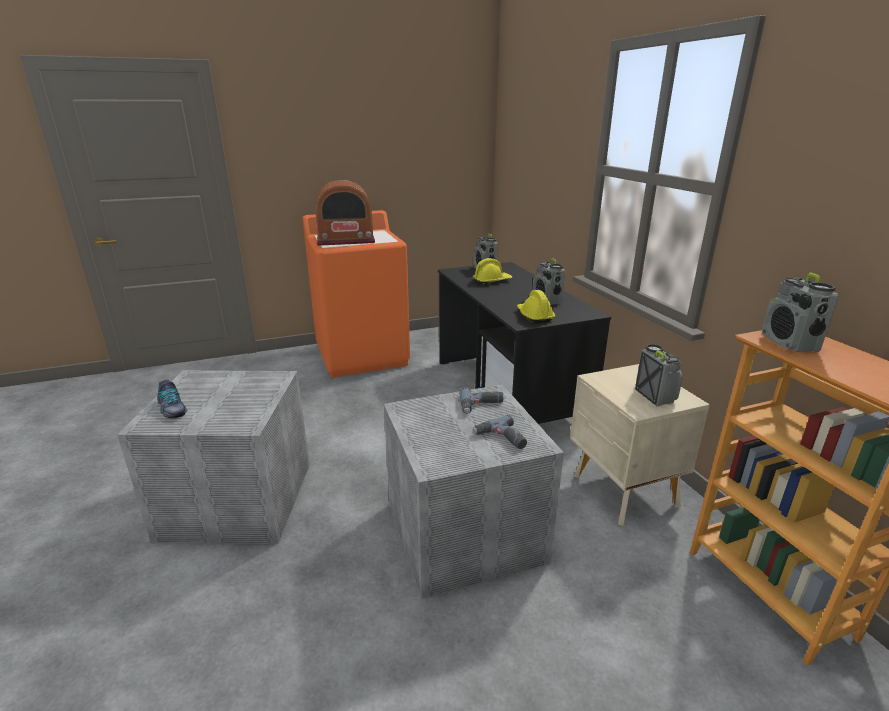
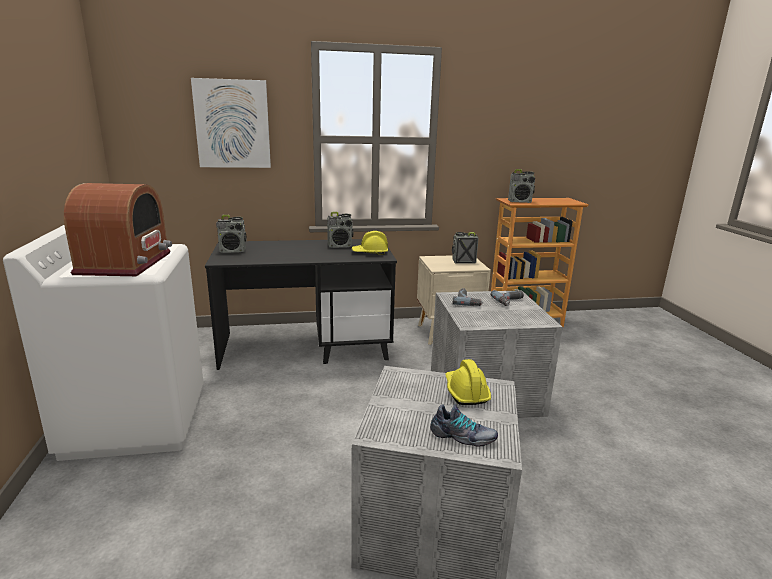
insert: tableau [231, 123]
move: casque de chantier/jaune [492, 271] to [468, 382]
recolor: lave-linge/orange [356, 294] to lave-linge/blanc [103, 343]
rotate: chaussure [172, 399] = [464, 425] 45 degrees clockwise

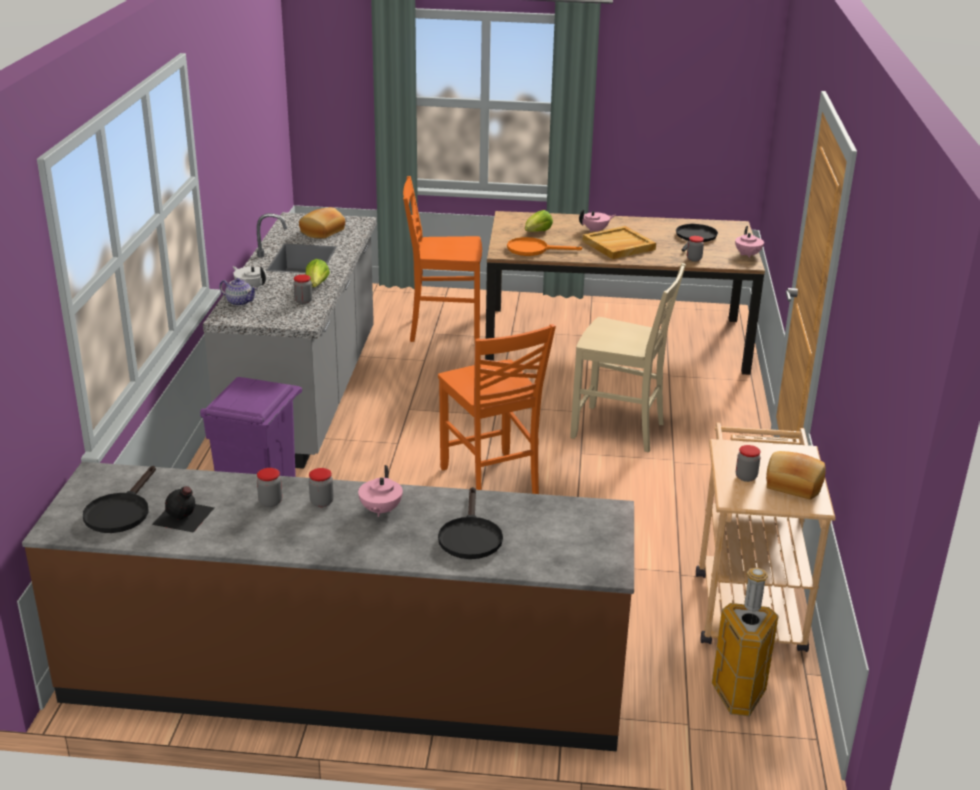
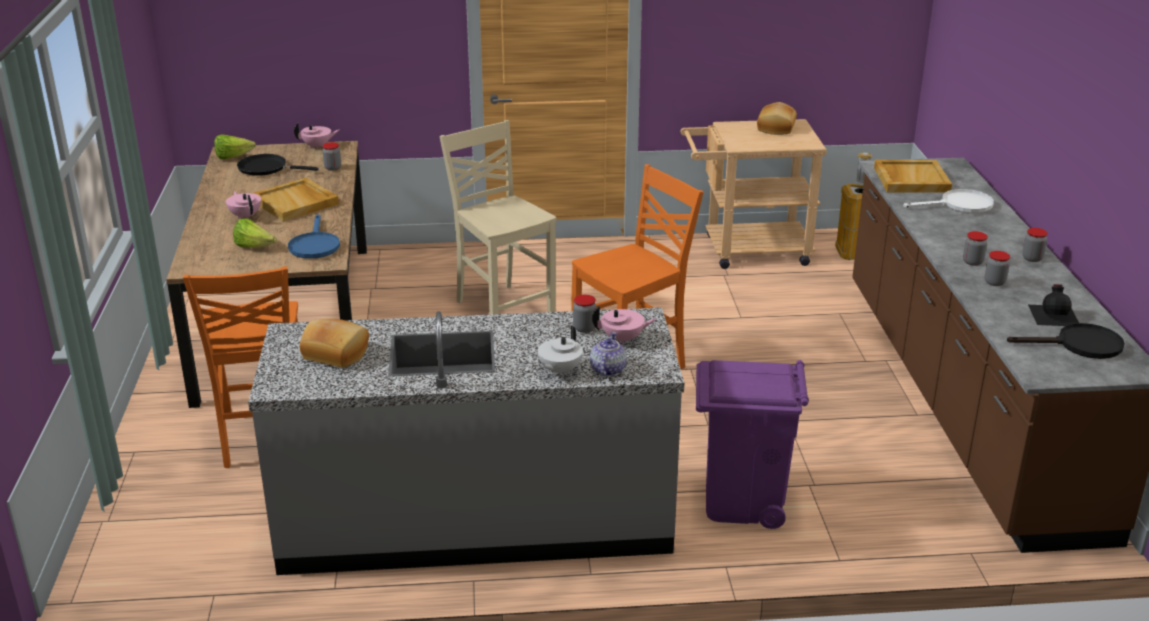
insert: plateau/beige [913, 176]
move: laitue [318, 273] to [235, 146]; théière/rose [380, 491] to [624, 325]; bocal [748, 463] to [1035, 245]
recolor: poêle/noir [470, 523] to poêle/blanc [948, 201]; poêle/orange [544, 246] to poêle/bleu [314, 236]
rotate: chaise/beige [628, 358] = [497, 217] 45 degrees counterclockwise

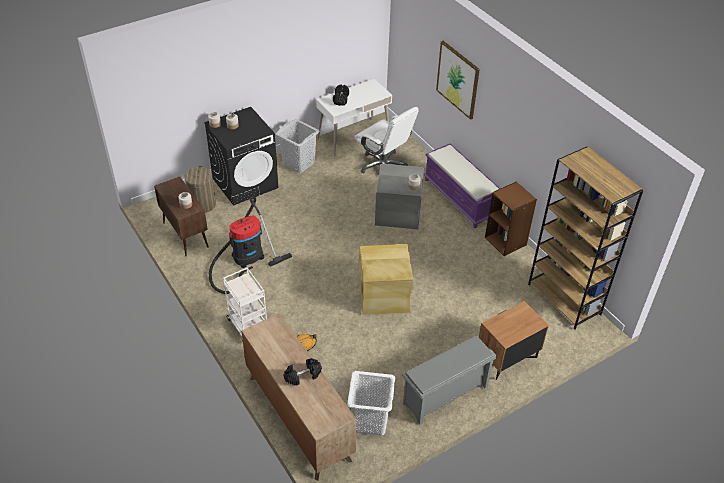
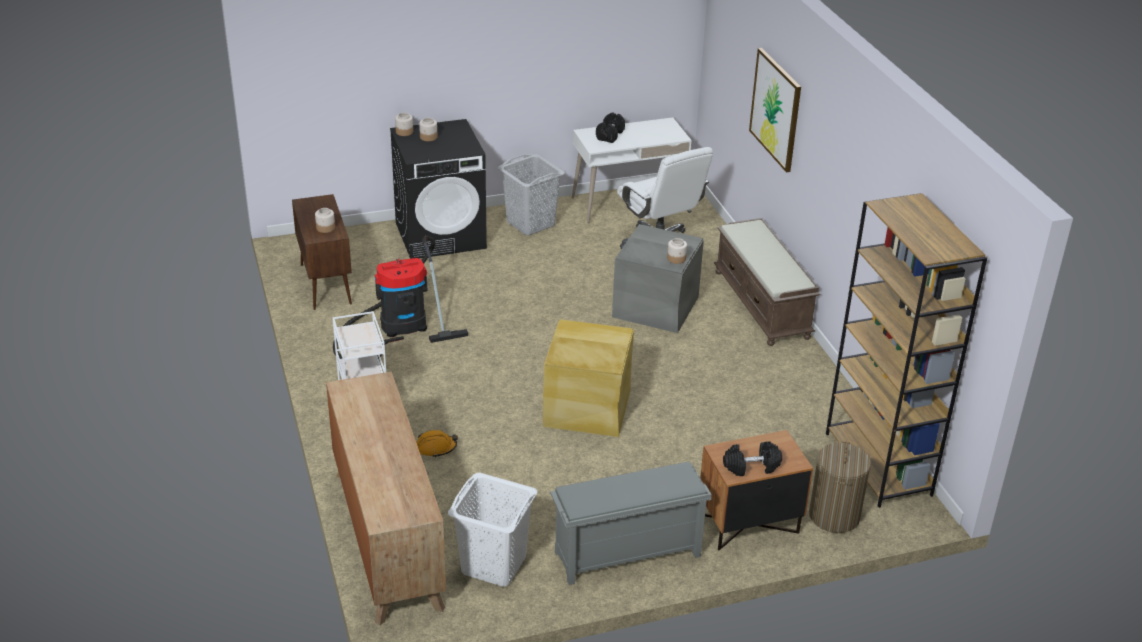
delete: bibliothèque/marron [511, 218]
move: panier à linge [200, 189] to [840, 487]; haltère/noir [303, 372] to [752, 458]
recolor: banc/violet [461, 186] to banc/marron [767, 282]

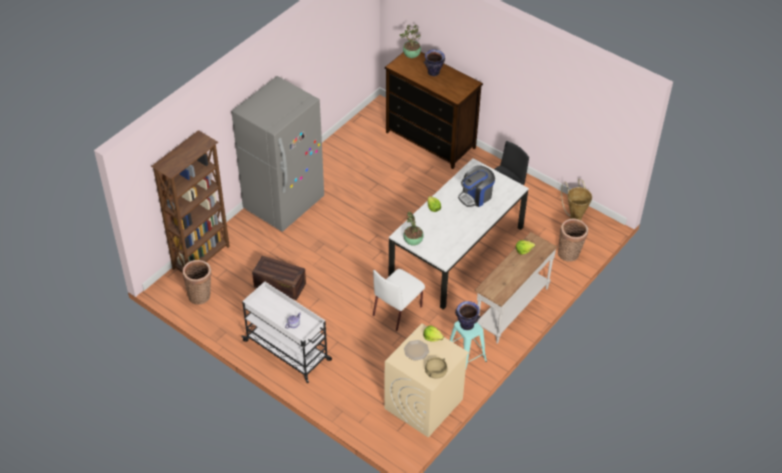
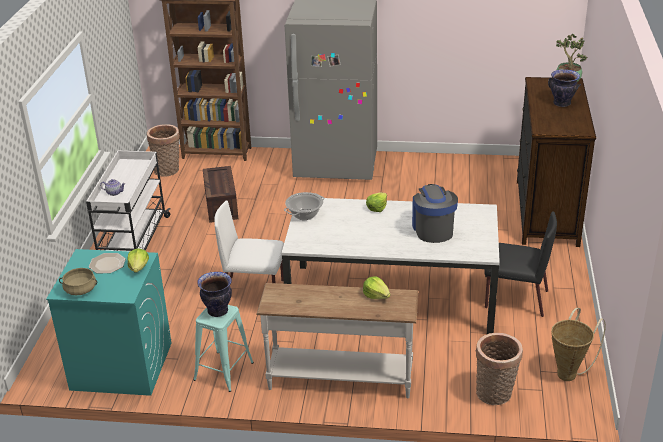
replace: plante en pot [413, 229] to marmite [304, 206]
recolor: lave-linge/beige [426, 380] to lave-linge/turquoise [109, 322]
rotate: machine à café [476, 186] = [435, 213] 60 degrees clockwise

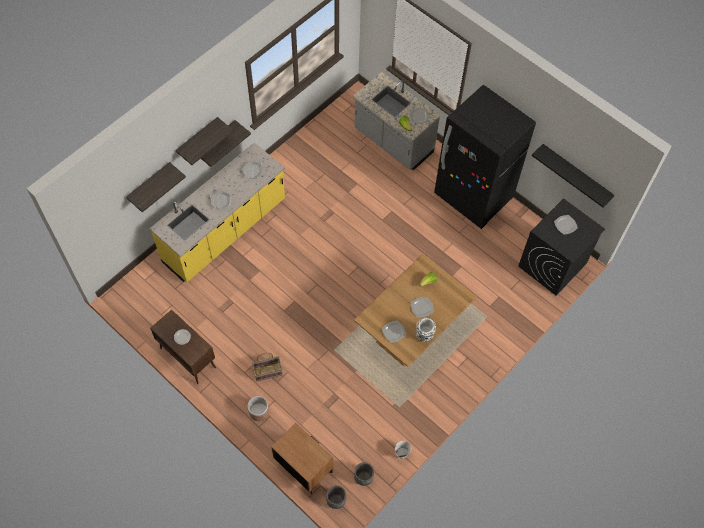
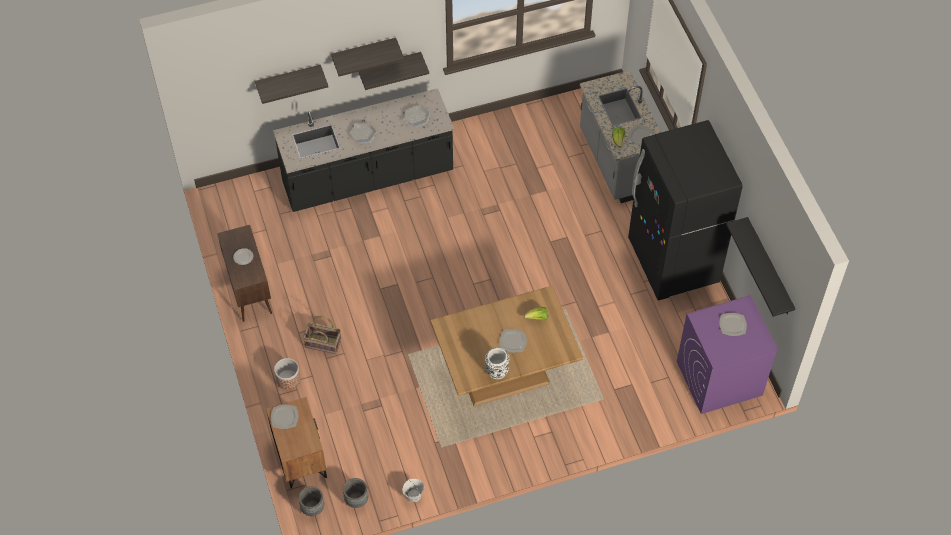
move: assiette [394, 332] to [284, 417]
recolor: comptoir de cuisine/jaune [217, 212] to comptoir de cuisine/noir [363, 150]; lave-linge/noir [561, 247] to lave-linge/violet [727, 354]

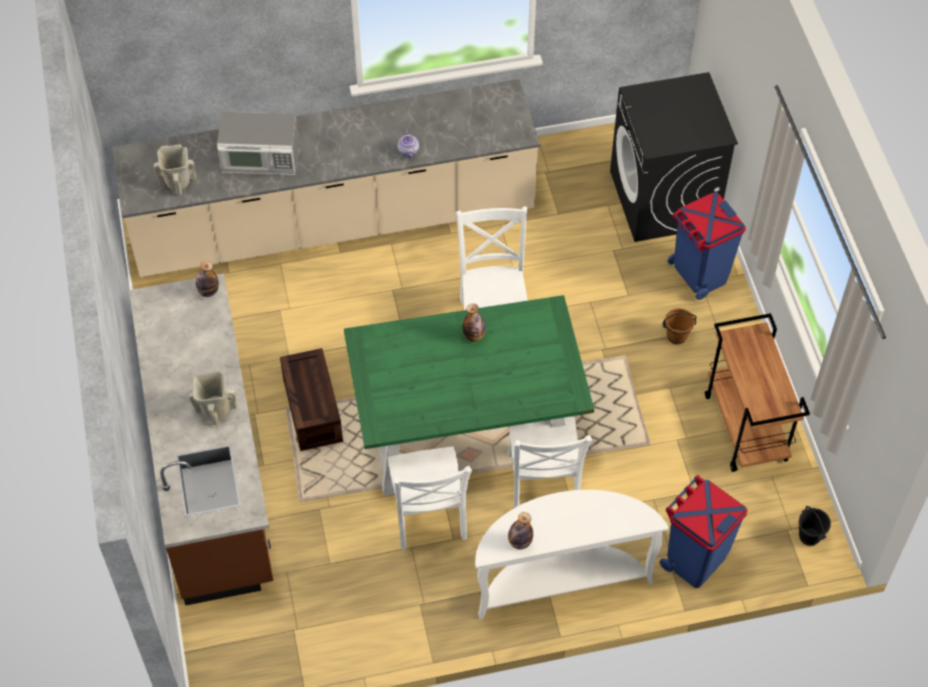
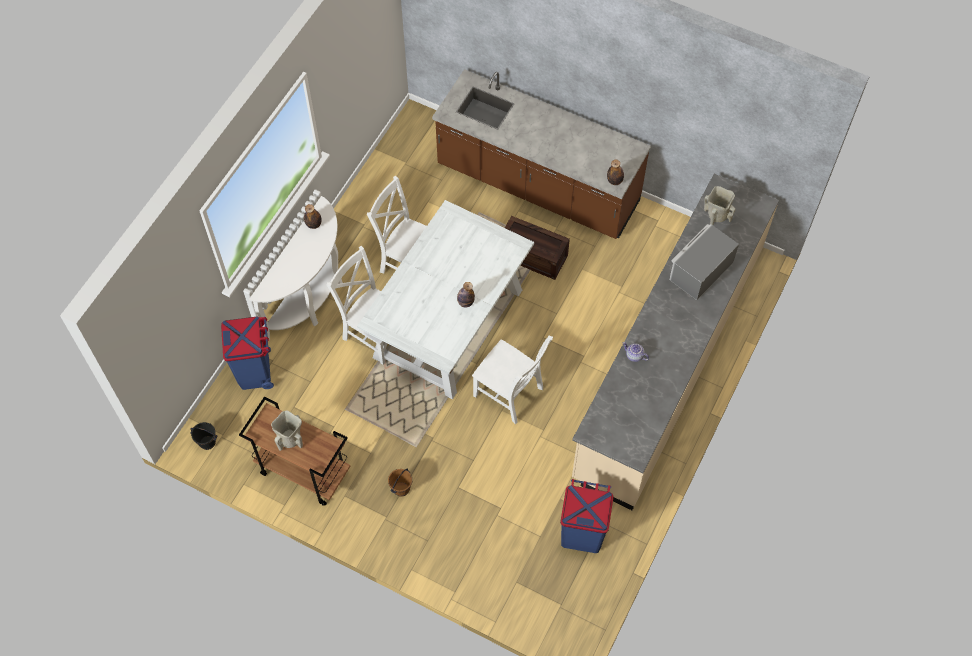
delete: lave-linge/noir [674, 157]
move: vase/beige [213, 398] to [287, 431]; poubelle/bleu [706, 246] to [587, 516]
recolor: table à manger/vert [469, 395] to table à manger/blanc [445, 299]

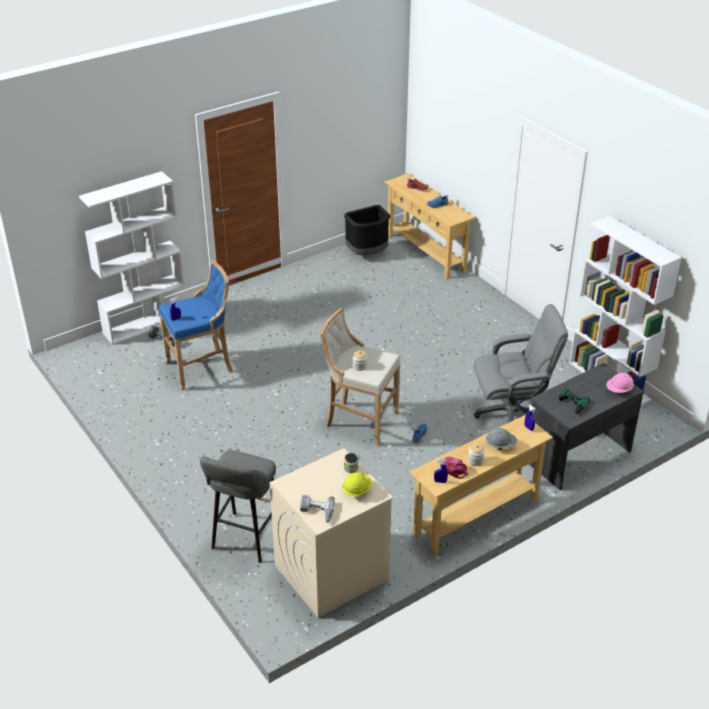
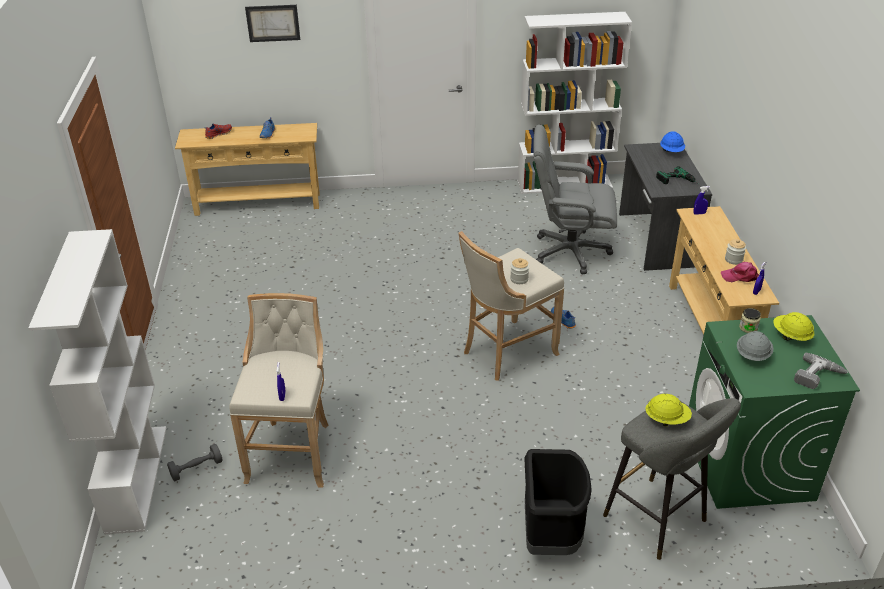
insert: tableau [272, 23]; casque de chantier/jaune [668, 410]
move: poubelle/noir [367, 230] to [558, 502]; casque de chantier/gris [501, 439] to [755, 346]
recolor: tabouret/bleu [196, 325] to tabouret/beige [279, 390]; lave-linge/beige [331, 533] to lave-linge/vert [774, 412]; casque de chantier/rose [620, 383] to casque de chantier/bleu [672, 141]
rotate: chaise de bureau/gris [520, 363] = [575, 199] 105 degrees counterclockwise

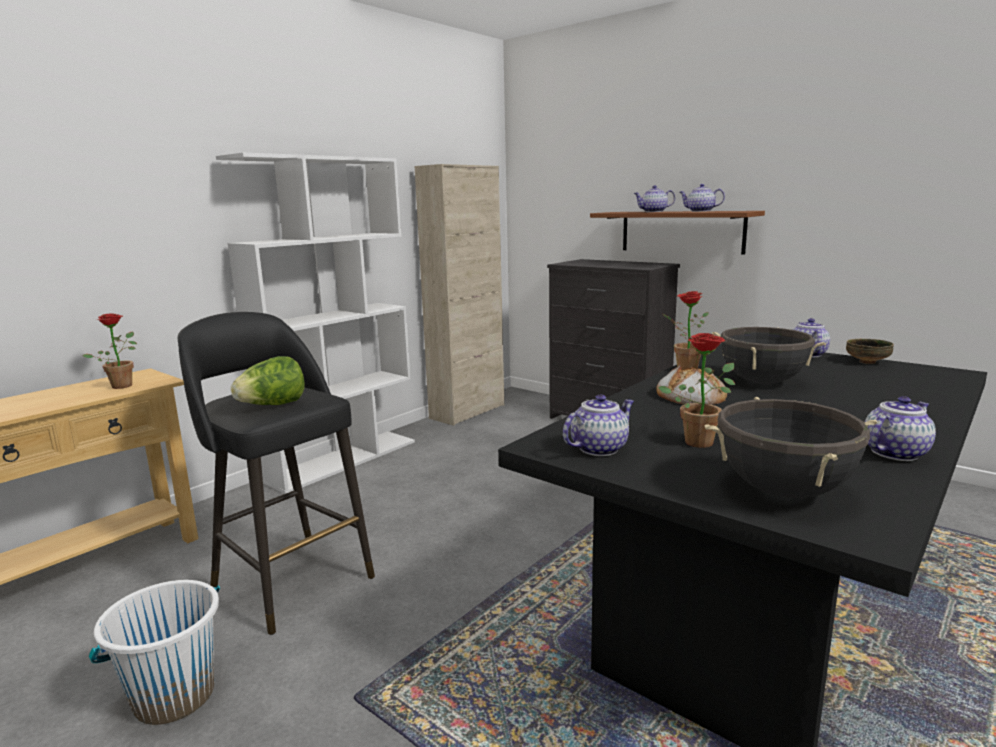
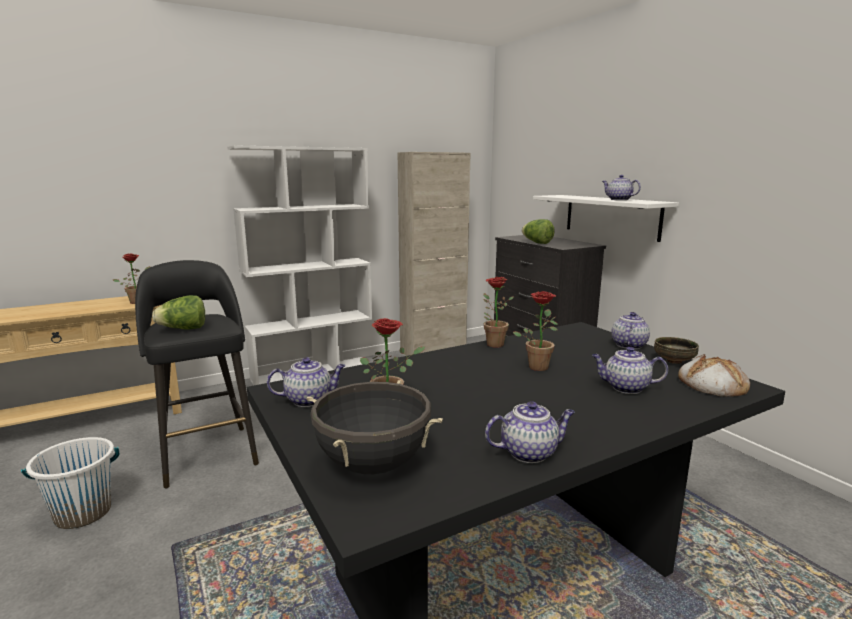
insert: laitue [538, 231]
move: théière [654, 198] to [629, 370]; pain [691, 385] to [714, 375]
replace: marmite/noir [769, 355] to plante en pot [535, 331]
recolor: étagère/marron [677, 233] to étagère/blanc [606, 218]

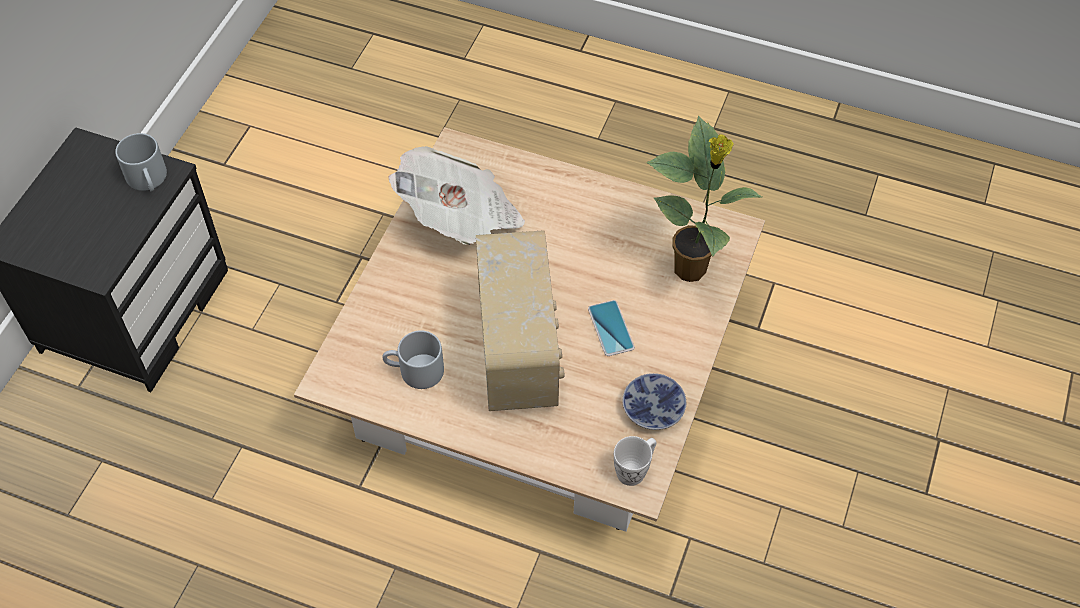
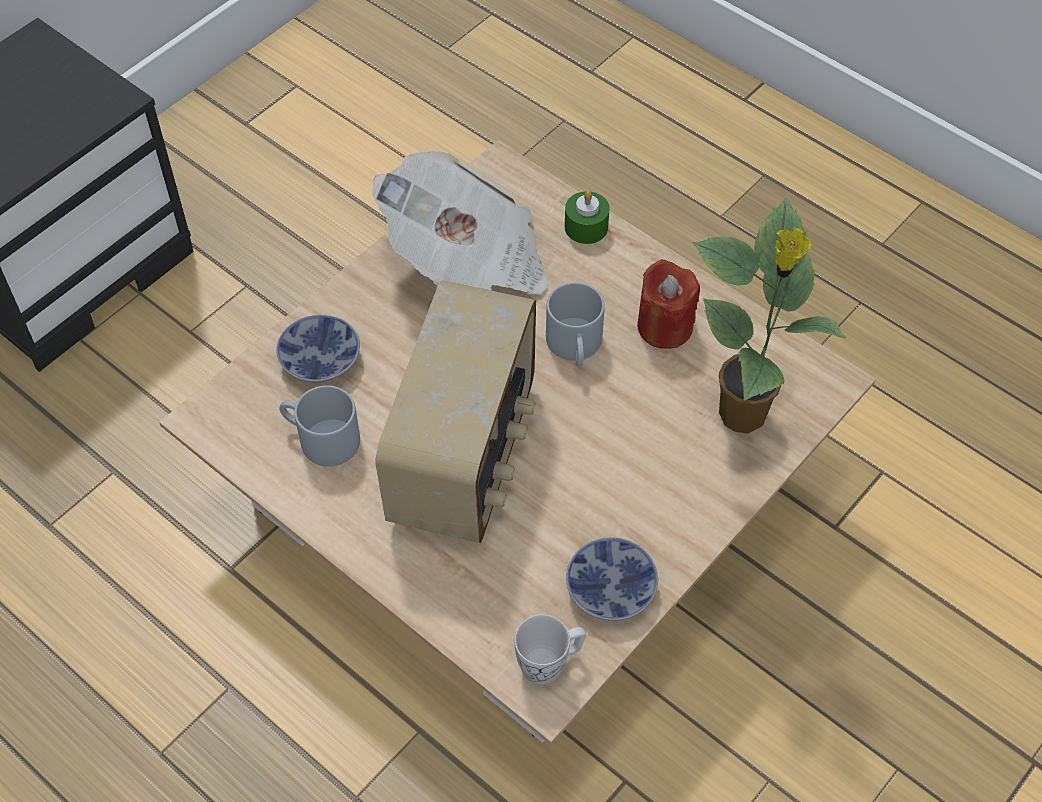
delete: téléphone [611, 328]
insert: bol [318, 349]; bougie/vert [587, 217]; bougie/rouge [668, 304]
move: mug/gris [141, 162] to [575, 324]

